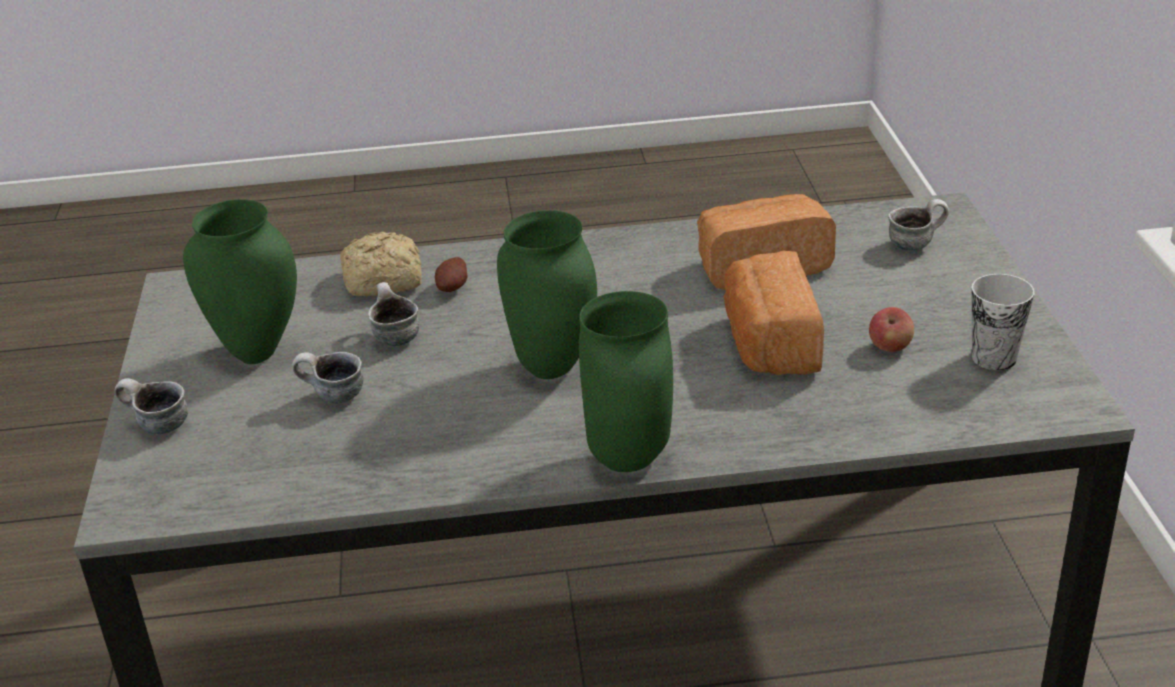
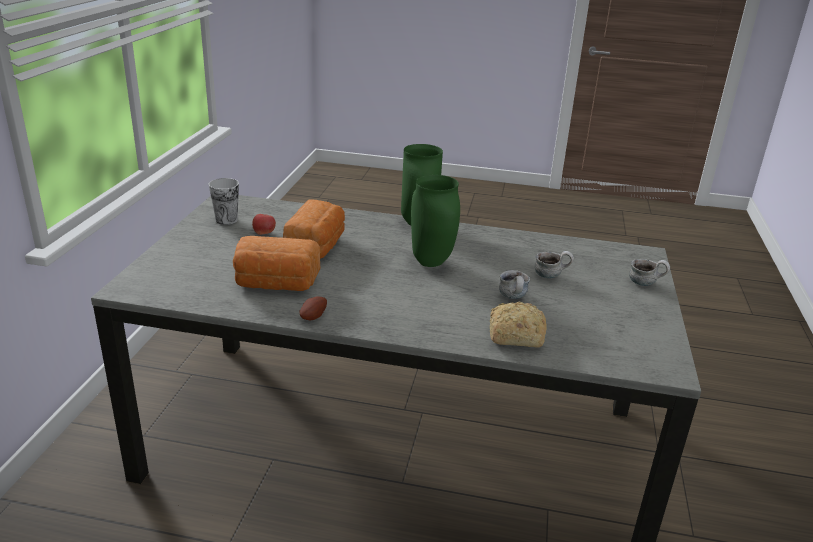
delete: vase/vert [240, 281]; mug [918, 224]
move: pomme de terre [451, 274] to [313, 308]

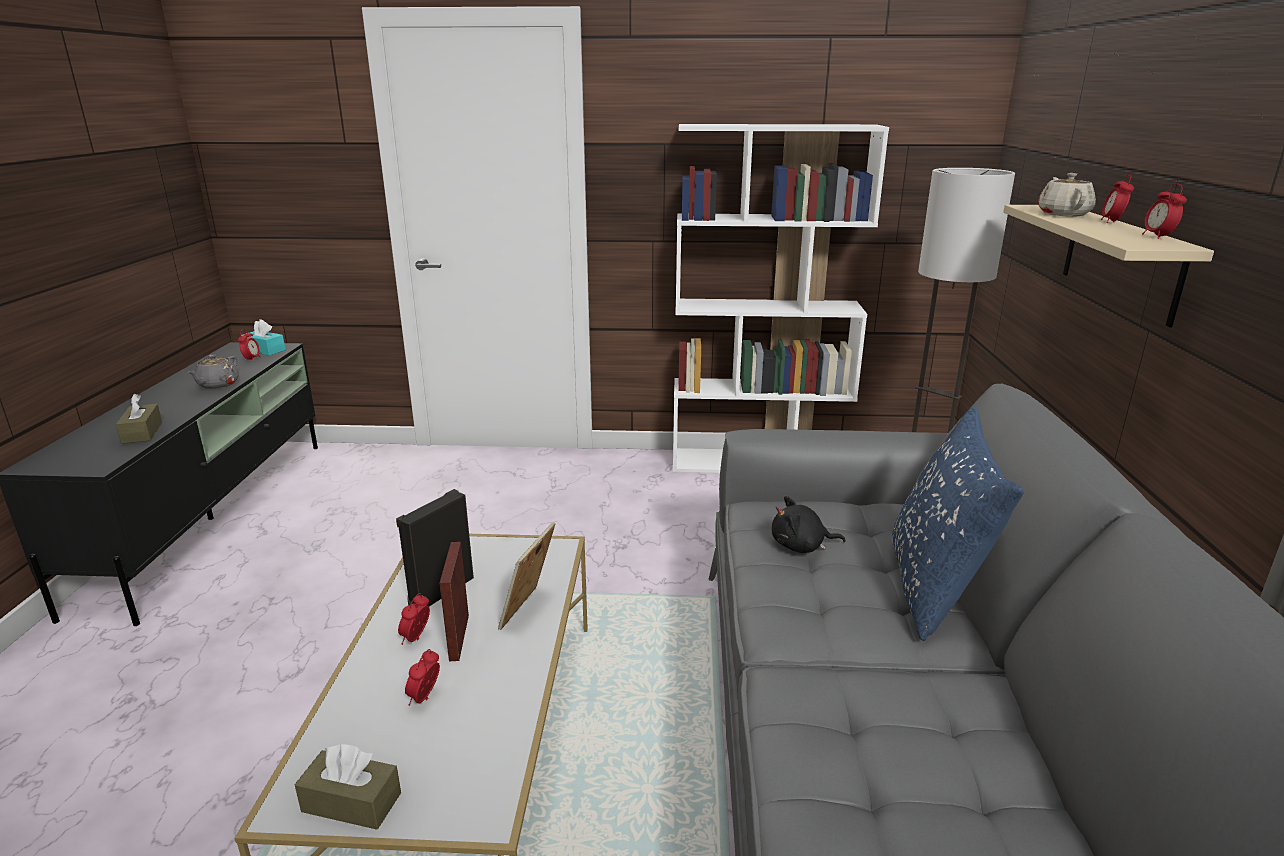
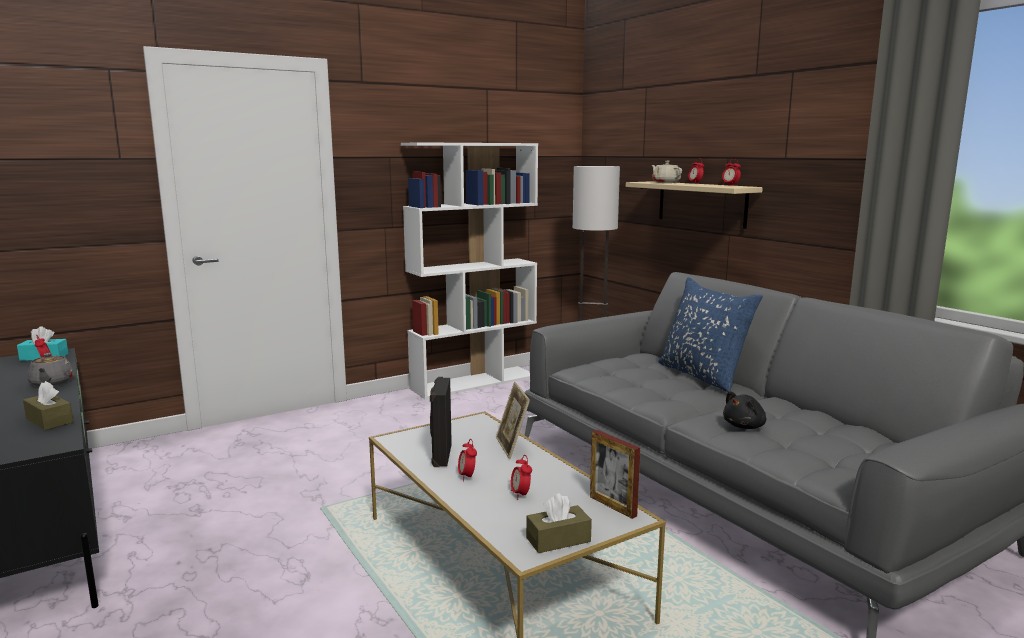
move: cadre photo [454, 601] to [615, 474]; peluche/noir [809, 524] to [744, 410]

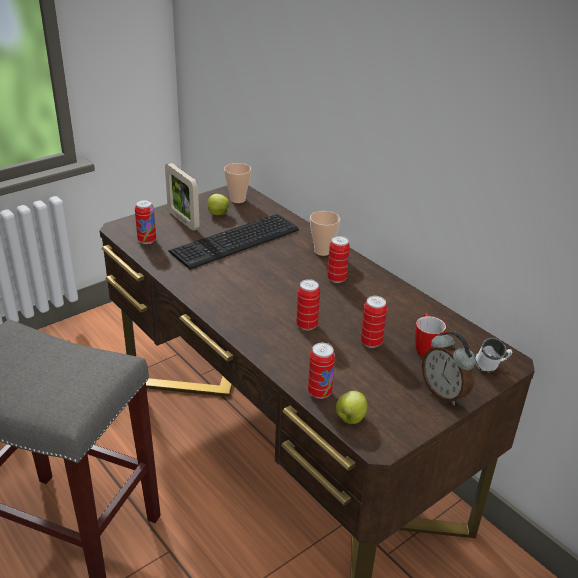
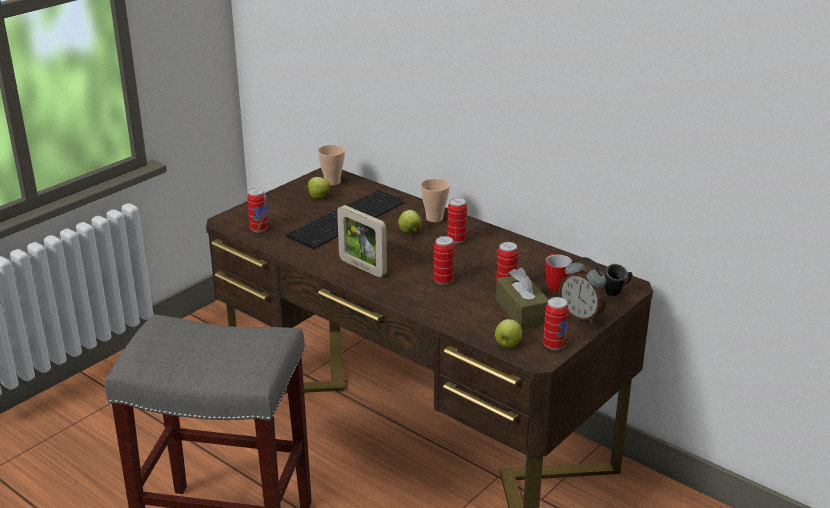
insert: pomme [410, 221]; boîte à mouchoirs/marron [522, 298]
move: cadre photo [182, 197] to [362, 241]; boîte métallique [321, 371] to [555, 323]
recolor: mug/blanc [494, 355] to mug/noir [618, 280]

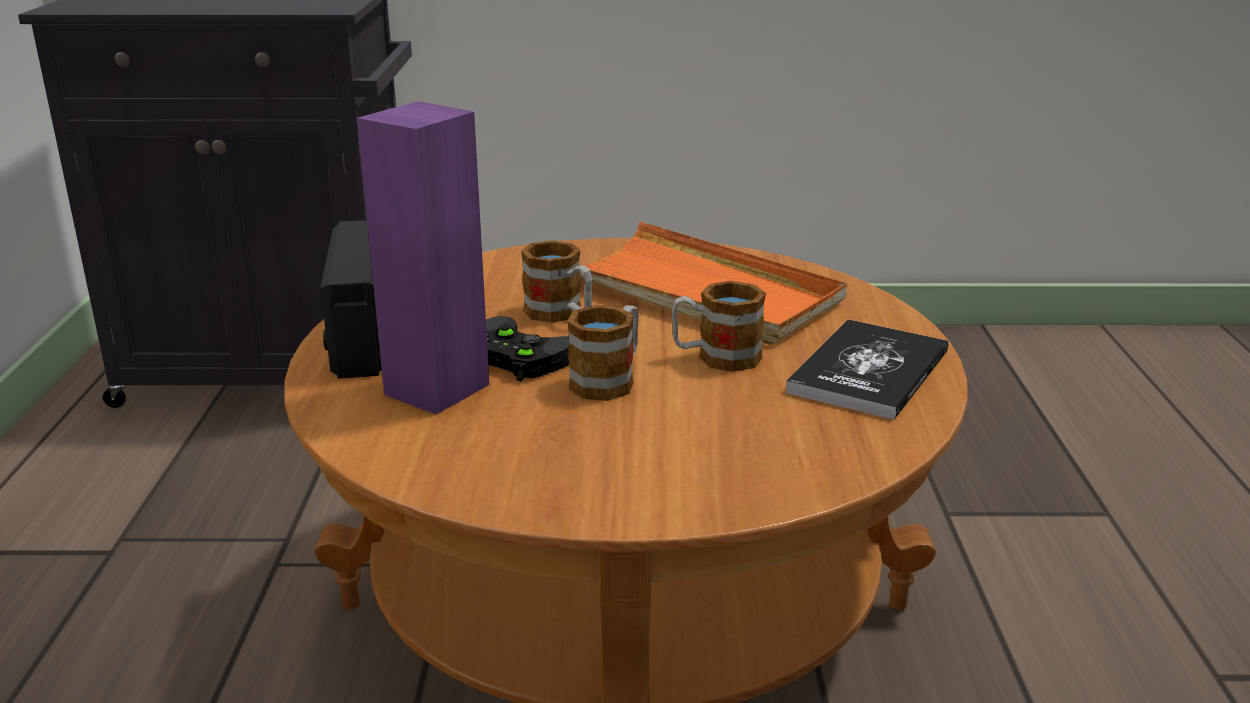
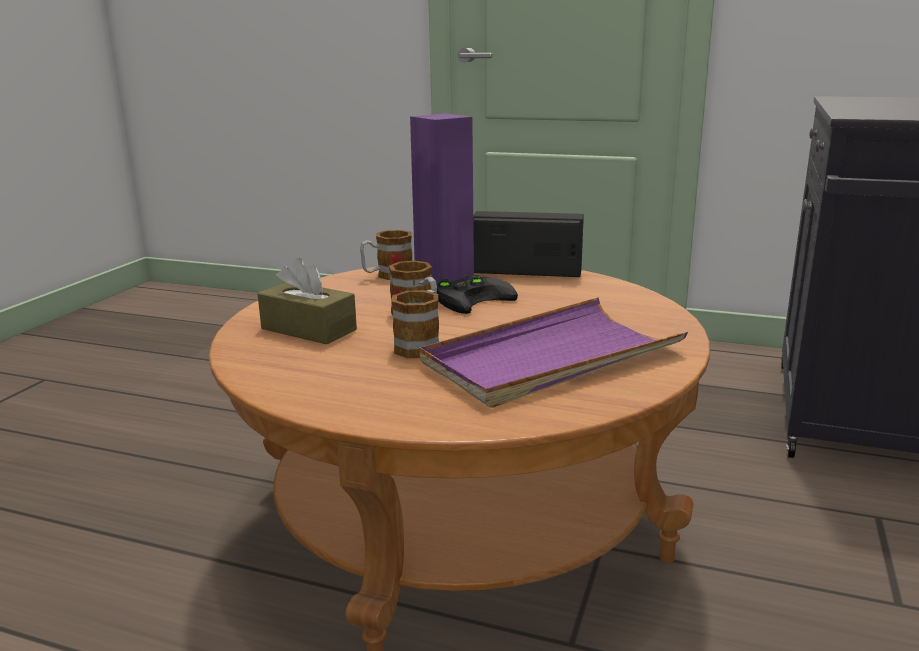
delete: livre [867, 369]
insert: boîte à mouchoirs/marron [307, 301]
move: mug [556, 281] to [386, 255]
recolor: plateau/orange [713, 283] to plateau/violet [554, 352]

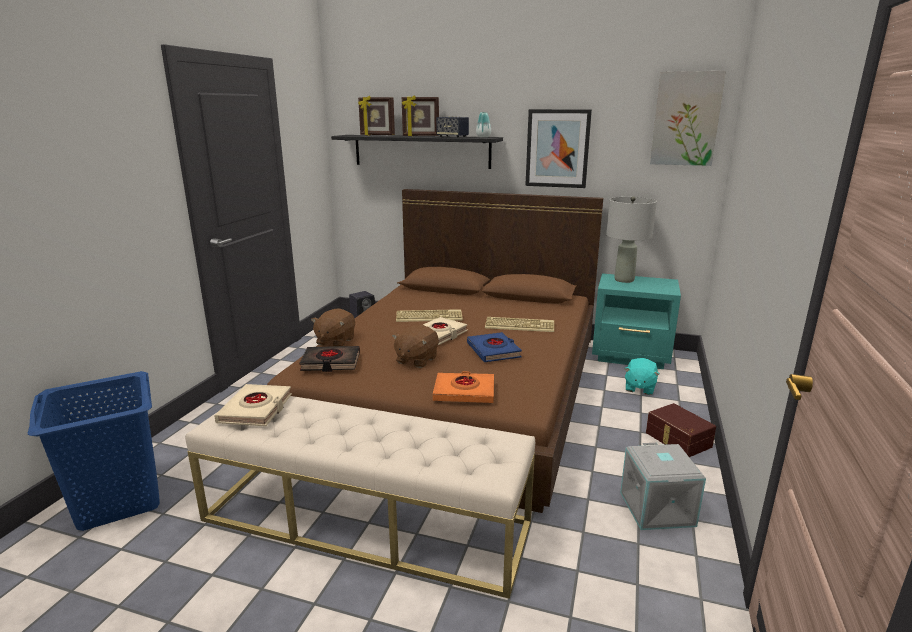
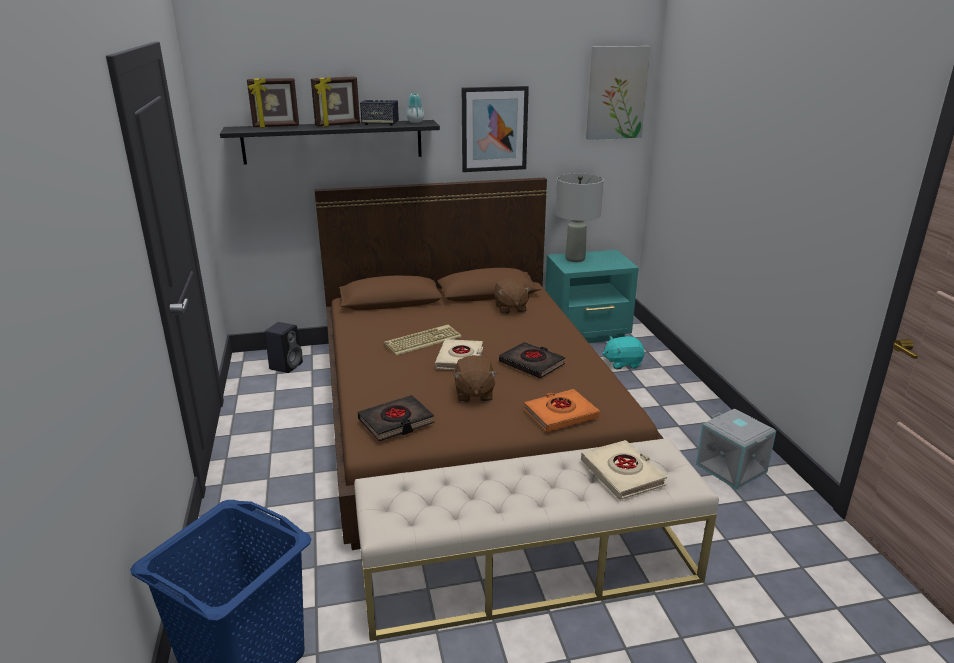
delete: clavier [519, 324]; boîte de rangement/marron [681, 430]
move: livre/beige [253, 405] to [624, 470]; peluche/marron [333, 327] to [512, 296]
recolor: livre/bleu [494, 347] to livre/noir [532, 360]
rotate: peluche/turquoise [642, 376] = [623, 352] 90 degrees clockwise

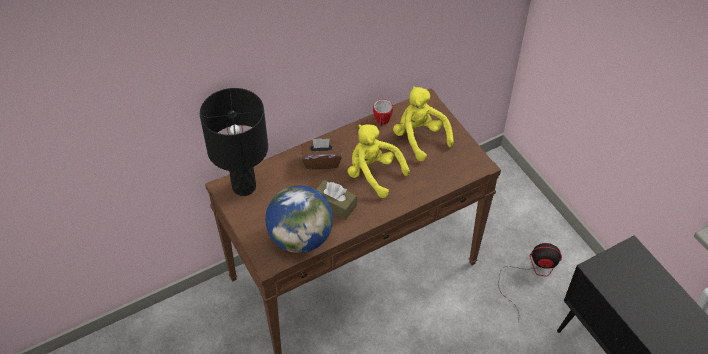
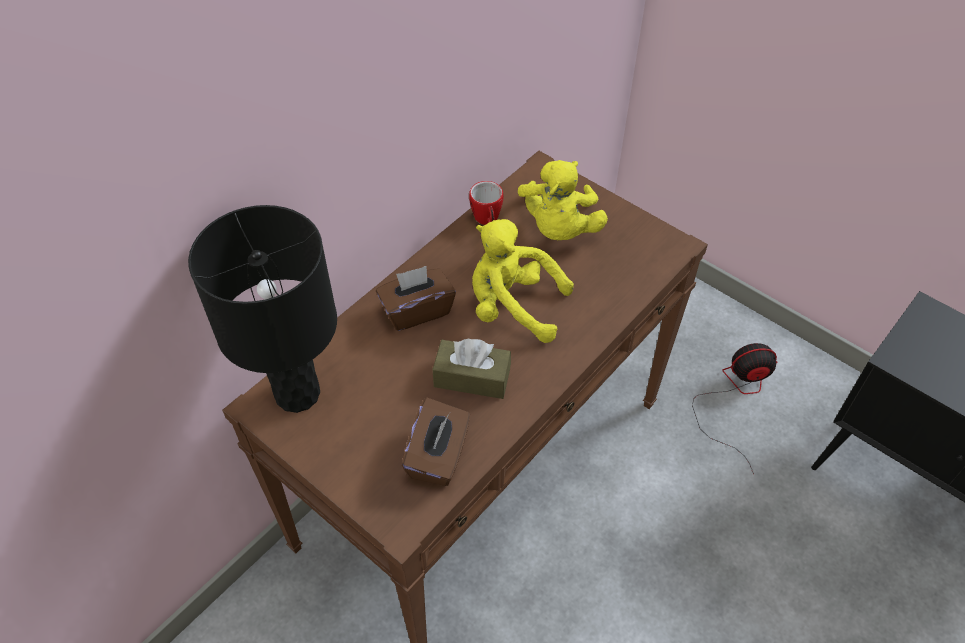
replace: globe [299, 219] to boîte à mouchoirs/marron [436, 441]
rotate: peluche/jaune [423, 123] = [563, 200] 120 degrees counterclockwise

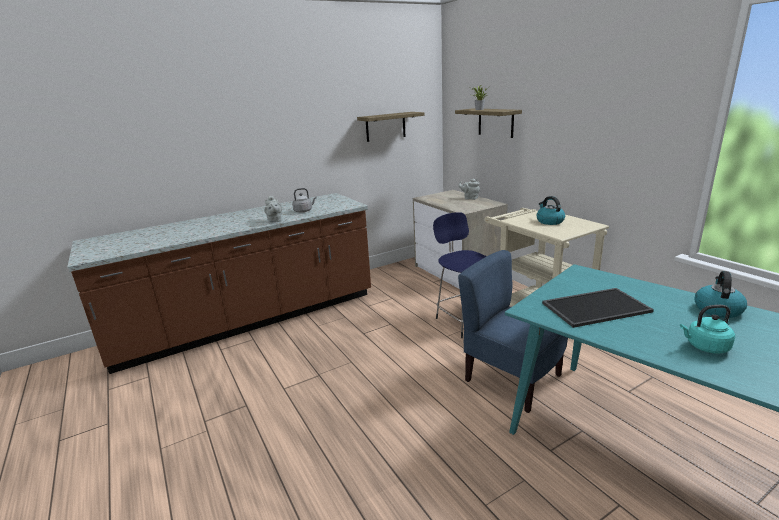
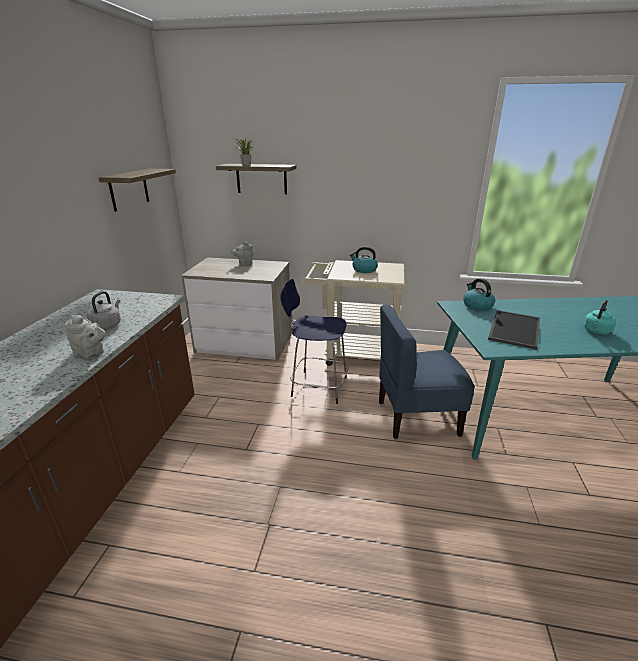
move: bouilloire [720, 294] to [479, 294]

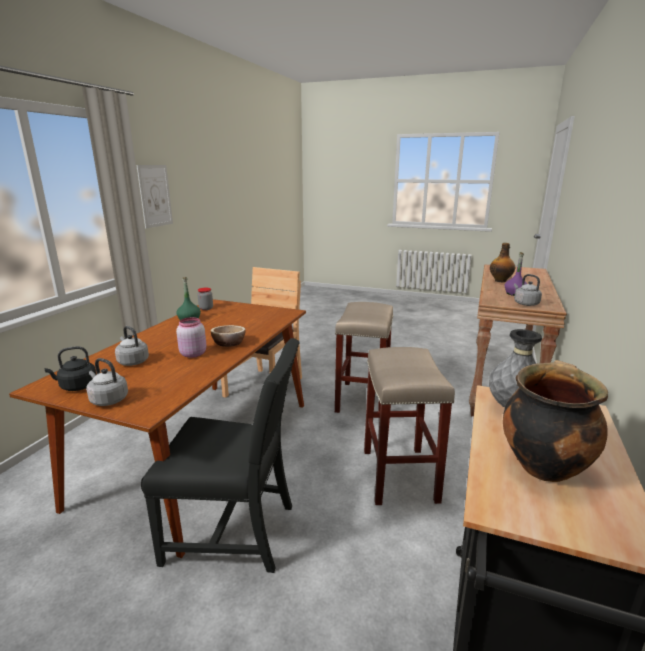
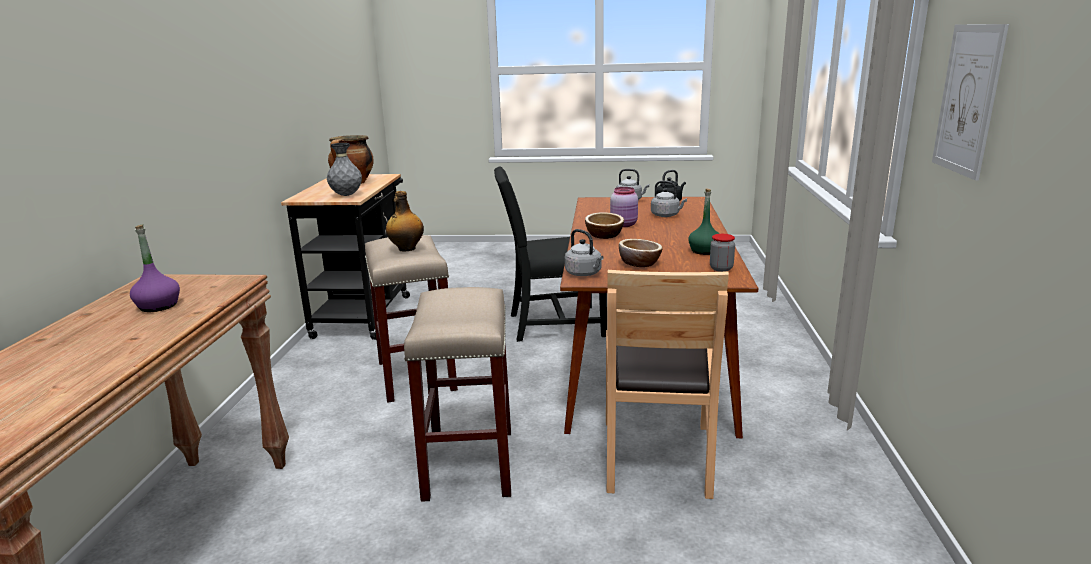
insert: bol [641, 253]
move: bouteille [502, 262] to [405, 221]; bouilloire/gris [528, 290] to [584, 252]

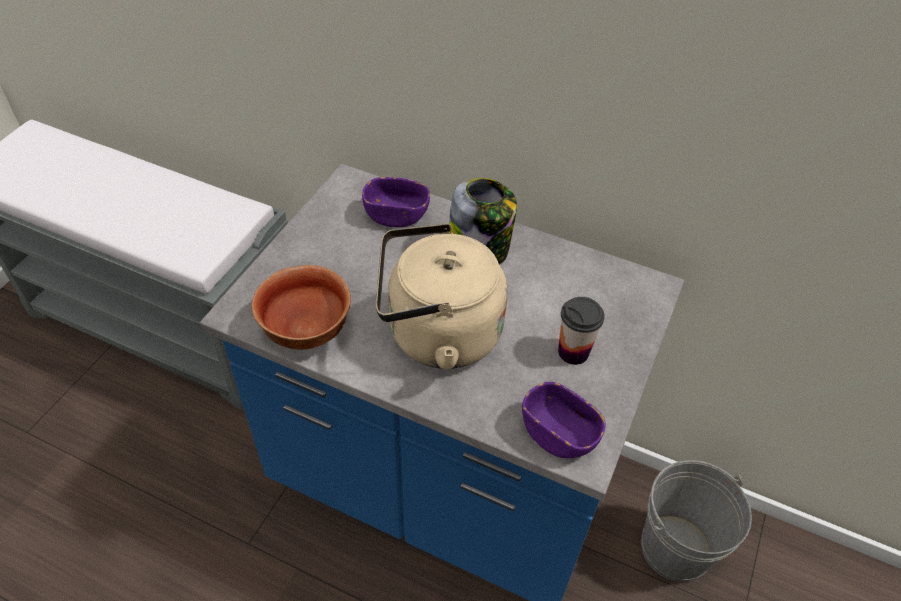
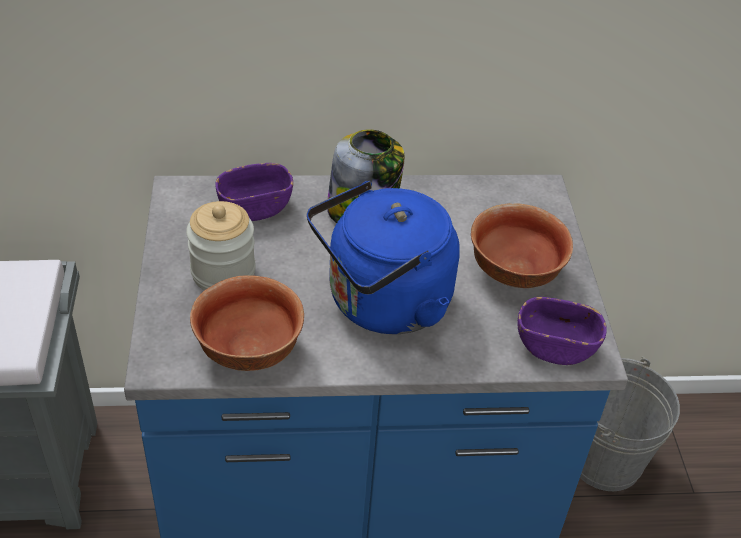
insert: bocal [221, 245]
replace: tasse [581, 331] to bol [522, 245]
recolor: bouilloire/beige [442, 296] to bouilloire/bleu [383, 257]

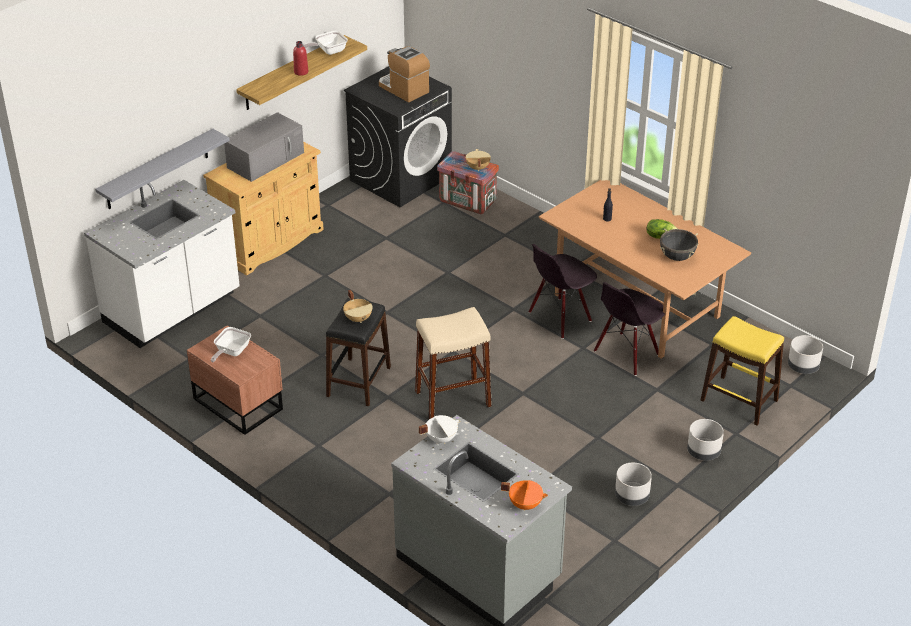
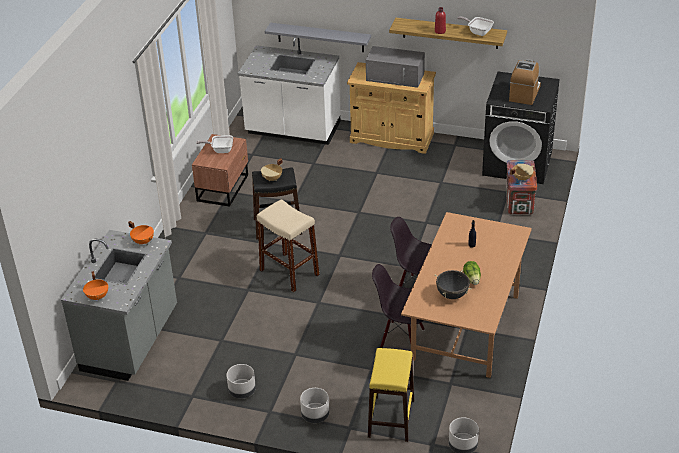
recolor: marmite/blanc [439, 429] to marmite/orange [141, 233]

